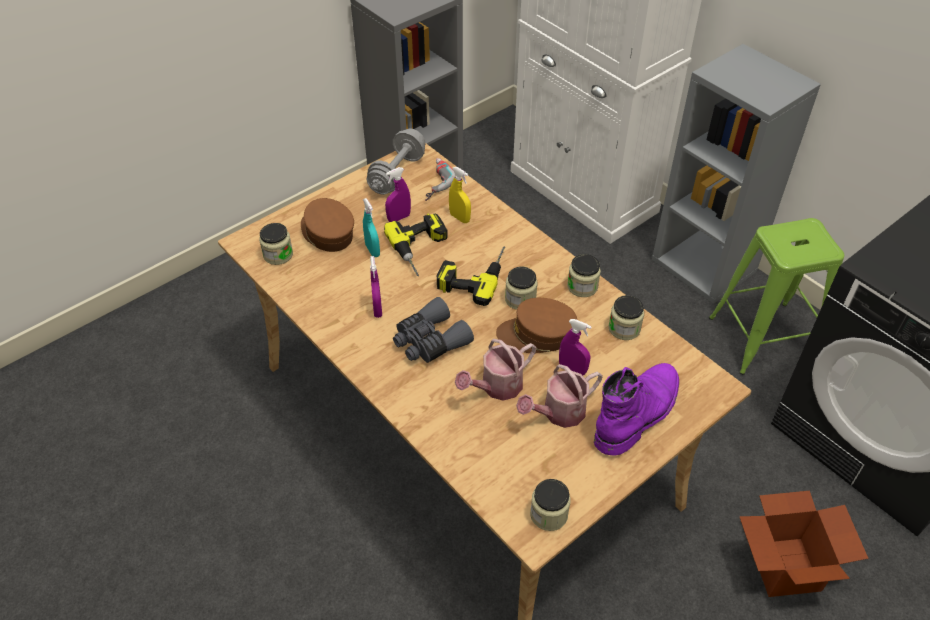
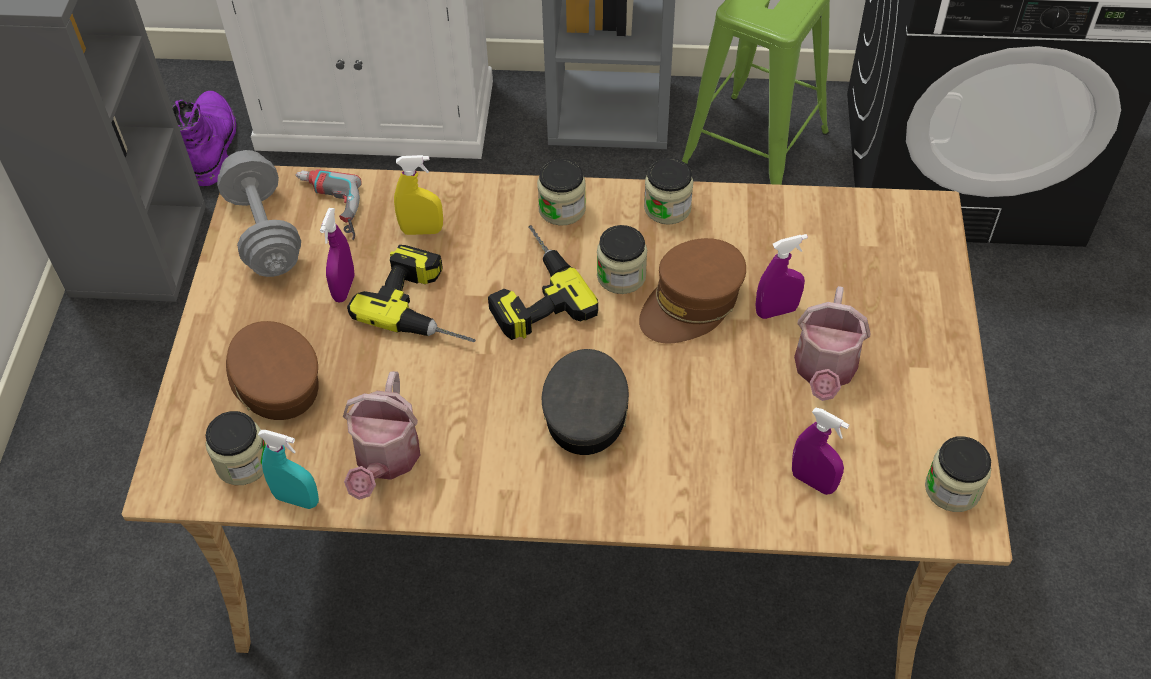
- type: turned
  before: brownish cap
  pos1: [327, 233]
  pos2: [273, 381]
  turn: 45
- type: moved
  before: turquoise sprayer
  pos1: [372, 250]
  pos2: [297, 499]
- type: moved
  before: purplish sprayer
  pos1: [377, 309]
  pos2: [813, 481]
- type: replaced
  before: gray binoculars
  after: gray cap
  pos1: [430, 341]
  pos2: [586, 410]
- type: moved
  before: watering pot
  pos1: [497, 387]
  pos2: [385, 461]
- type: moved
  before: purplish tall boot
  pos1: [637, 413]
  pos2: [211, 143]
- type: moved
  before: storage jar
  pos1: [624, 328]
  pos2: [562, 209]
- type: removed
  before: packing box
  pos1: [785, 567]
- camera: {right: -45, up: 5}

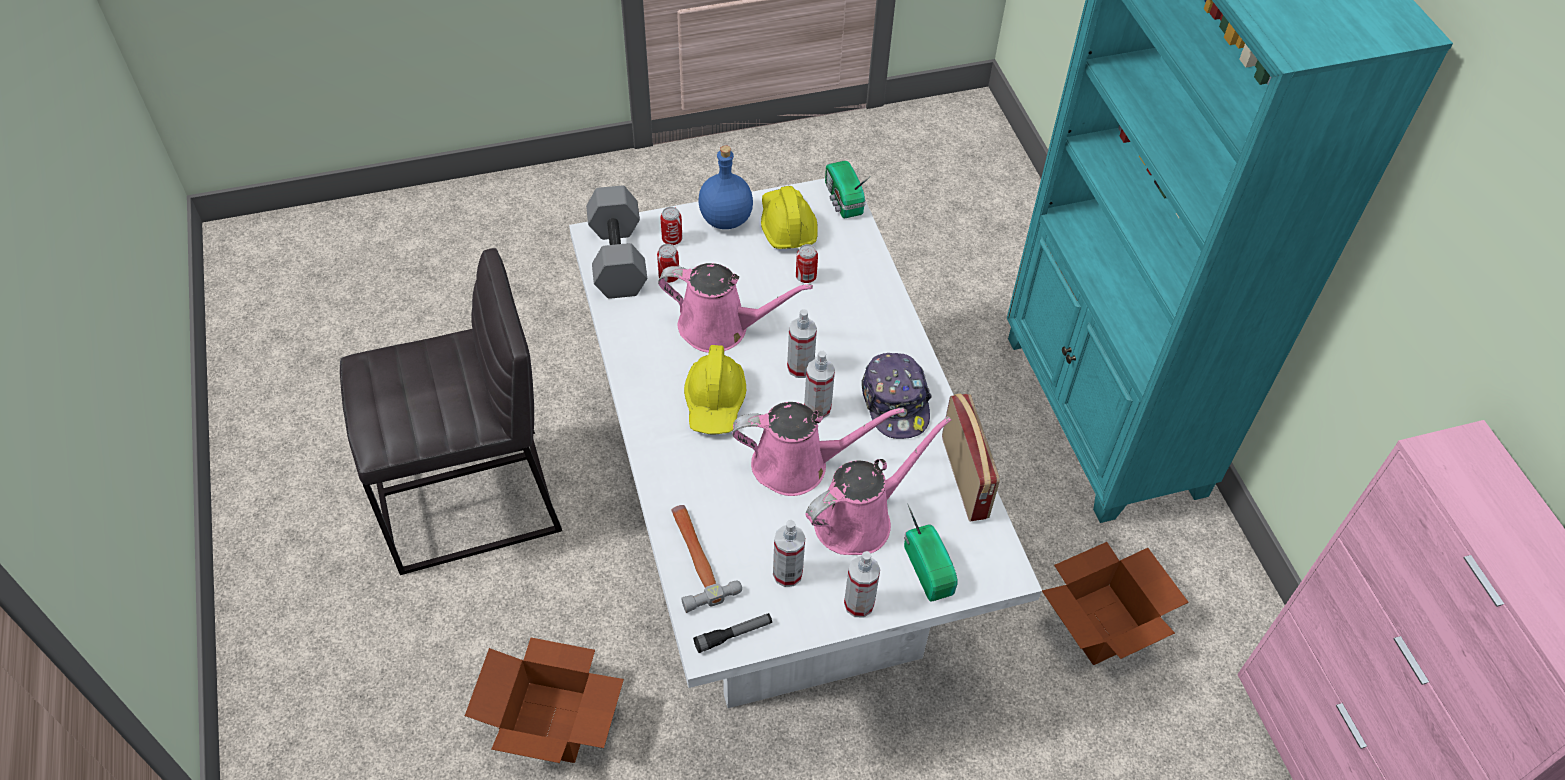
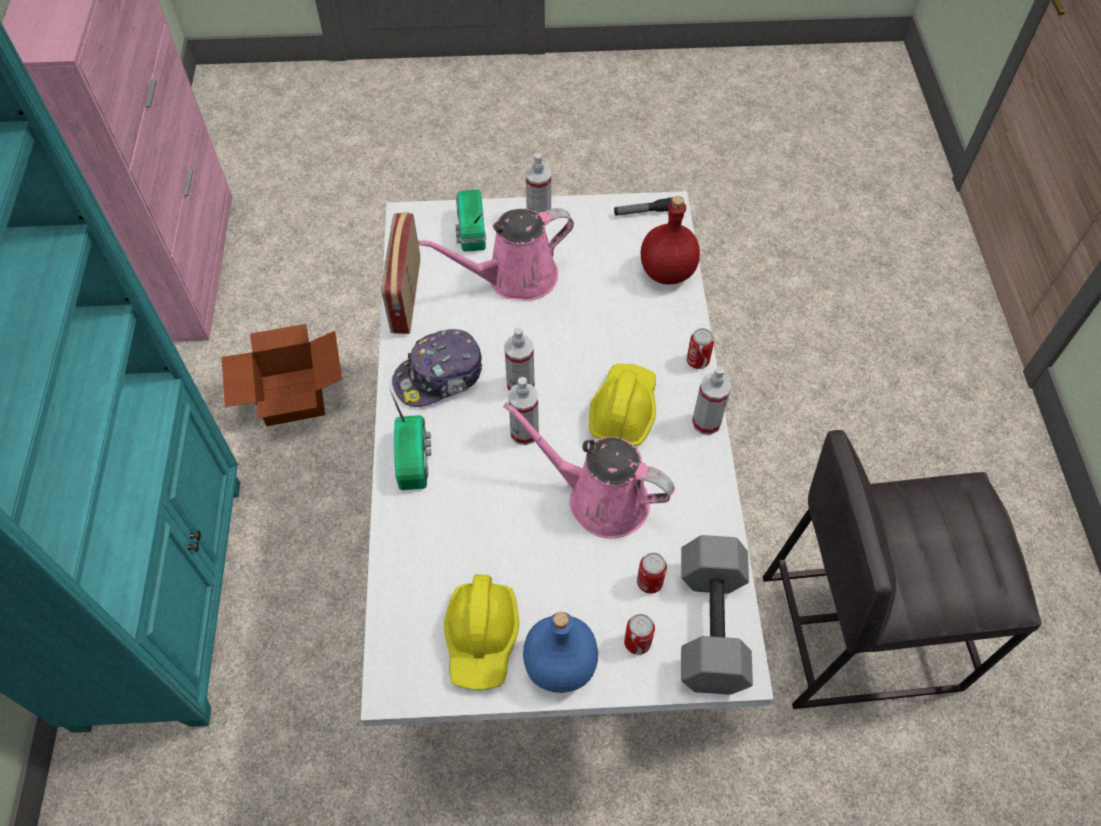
- type: removed
  before: packing box
  pos1: [553, 724]
- type: replaced
  before: tool hammer
  after: reddish bottle
  pos1: [695, 558]
  pos2: [667, 271]
- type: removed
  before: pinkish watering pot
  pos1: [798, 464]
- type: moved
  before: sprayer
  pos1: [787, 574]
  pos2: [706, 422]
- type: moved
  before: sealed can
  pos1: [806, 277]
  pos2: [697, 361]
- type: moved
  before: radio set
  pos1: [843, 200]
  pos2: [414, 458]
- type: turned
  before: cap
  pos1: [895, 403]
  pos2: [439, 376]
  turn: -120
- camera: {right: -165, up: 5}

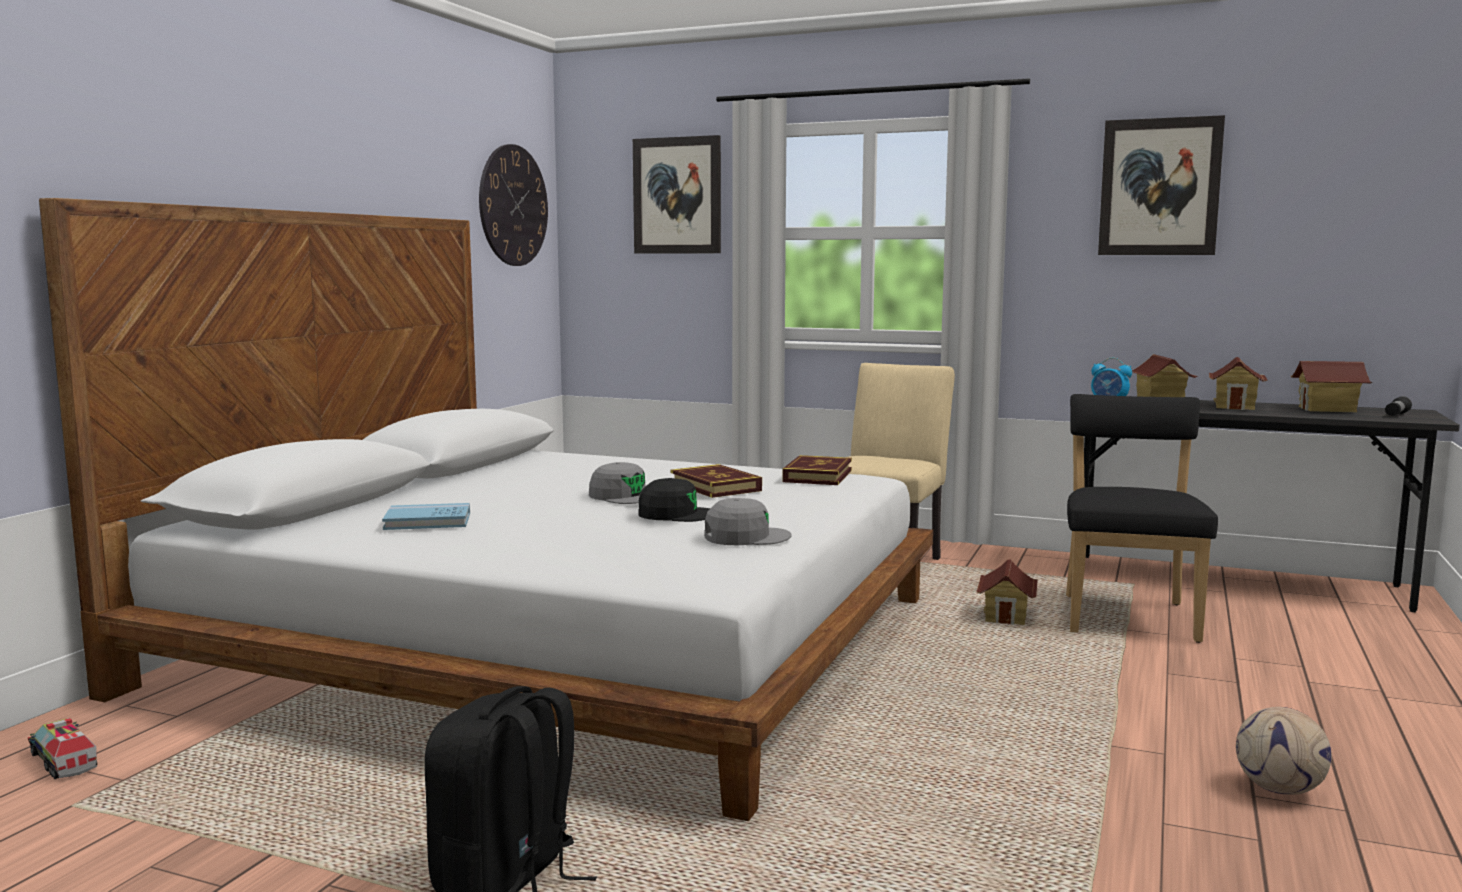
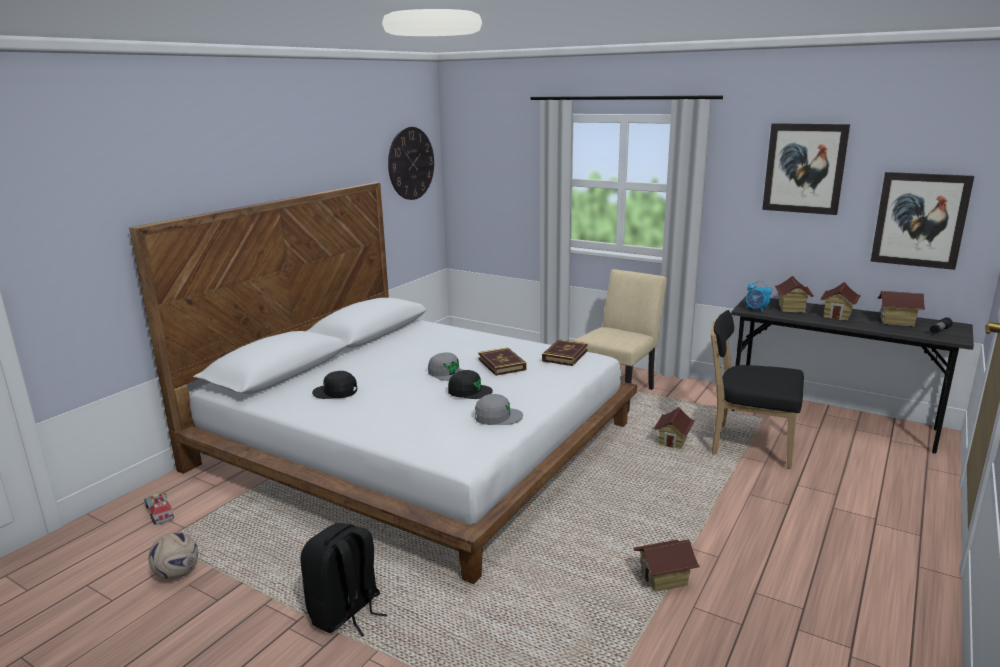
- type: replaced
  before: bluish book
  after: black cap
  pos1: [427, 521]
  pos2: [335, 391]
- type: moved
  before: wall picture
  pos1: [677, 196]
  pos2: [920, 220]
- type: turned
  before: black plain chair
  pos1: [1128, 615]
  pos2: [748, 445]
  turn: -90
- type: moved
  before: ball for football
  pos1: [1280, 790]
  pos2: [177, 574]
- type: added
  after: model house
  pos2: [664, 579]
- camera: {right: 10, up: 10}

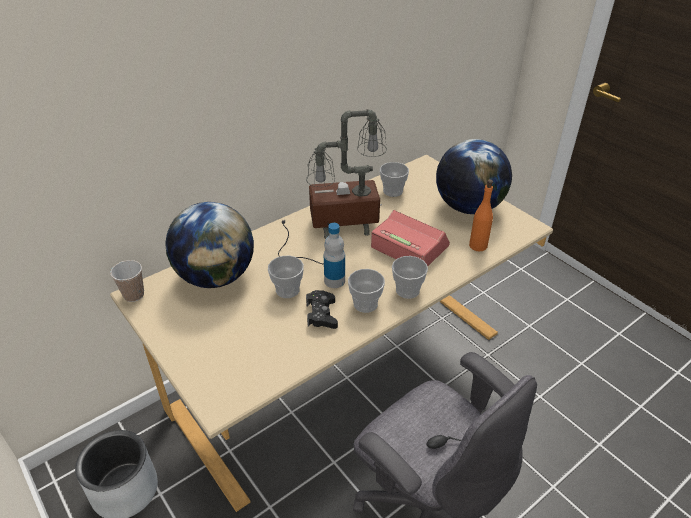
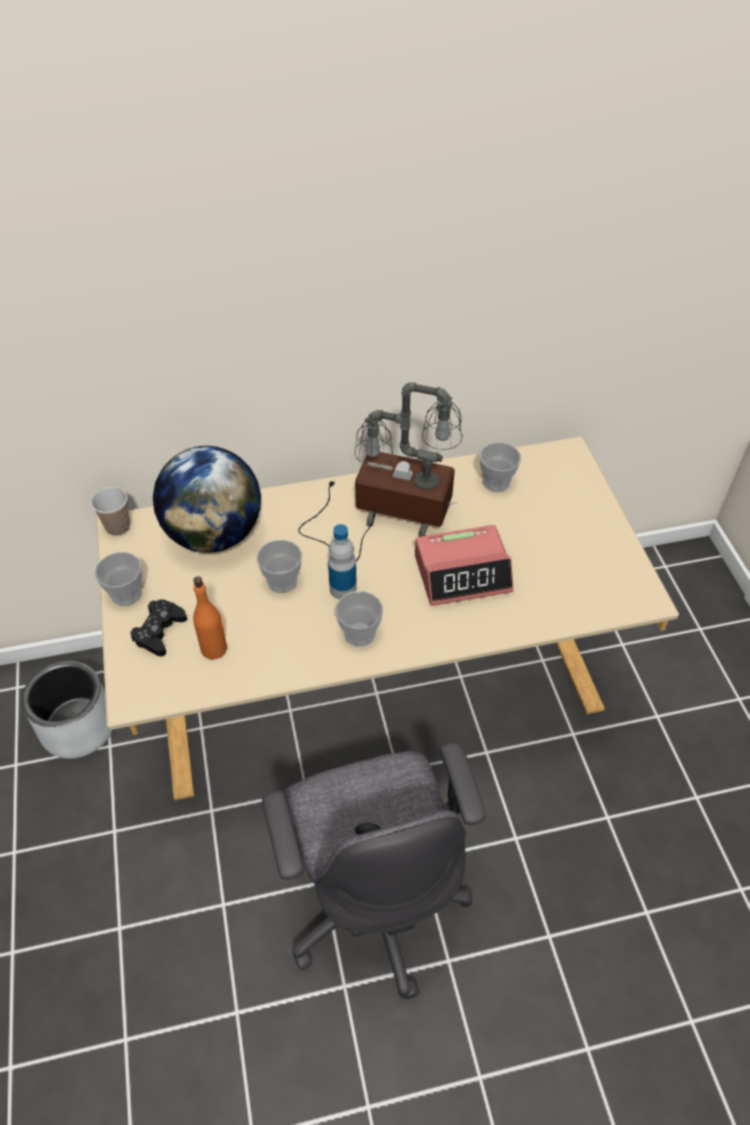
- type: moved
  before: black joypad
  pos1: [321, 314]
  pos2: [159, 631]
- type: turned
  before: table clock
  pos1: [409, 247]
  pos2: [463, 573]
  turn: 105
- type: moved
  before: drinking cup
  pos1: [407, 290]
  pos2: [126, 594]
- type: removed
  before: world globe
  pos1: [468, 207]
- type: moved
  before: orange-coloured bottle
  pos1: [478, 245]
  pos2: [214, 649]
- camera: {right: 25, up: 10}

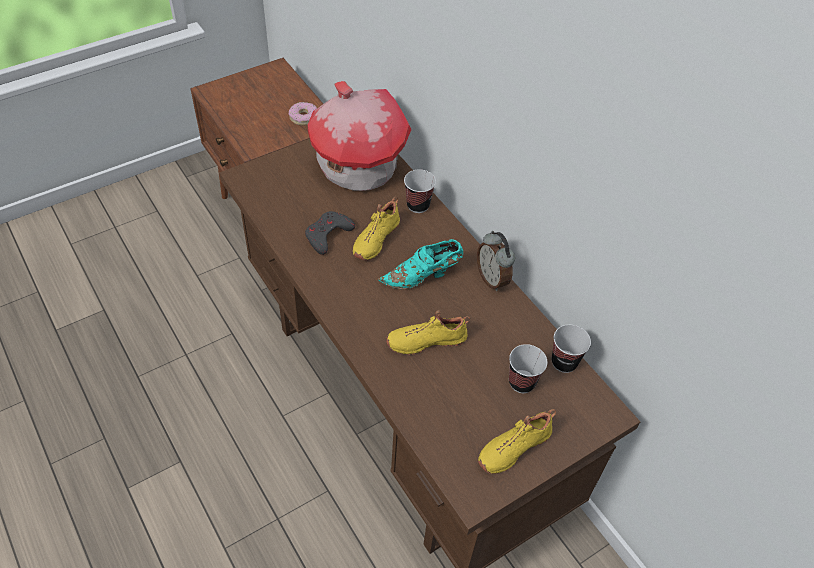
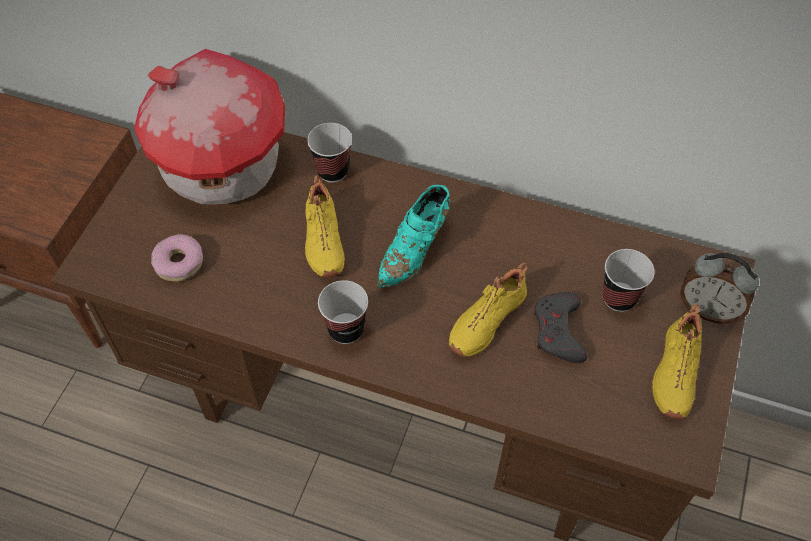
- type: moved
  before: doughnut
  pos1: [303, 117]
  pos2: [178, 262]
- type: moved
  before: gray joypad
  pos1: [328, 235]
  pos2: [558, 331]
- type: moved
  before: table clock
  pos1: [492, 279]
  pos2: [708, 309]
- type: moved
  before: drinking cup
  pos1: [564, 362]
  pos2: [346, 329]
- camera: {right: -35, up: 5}

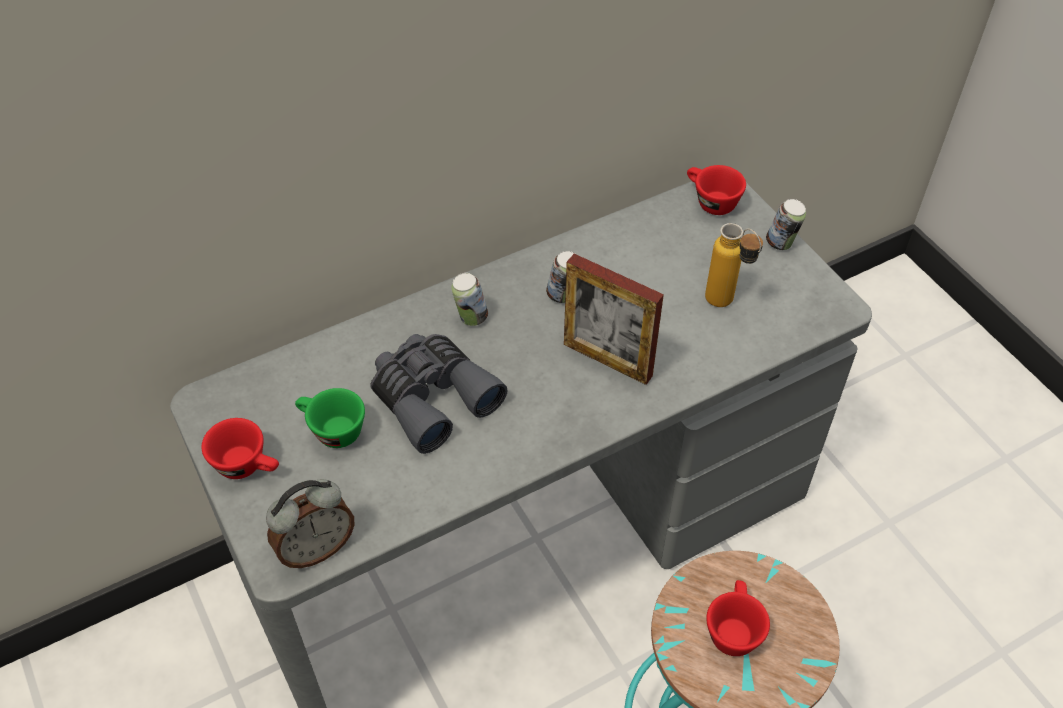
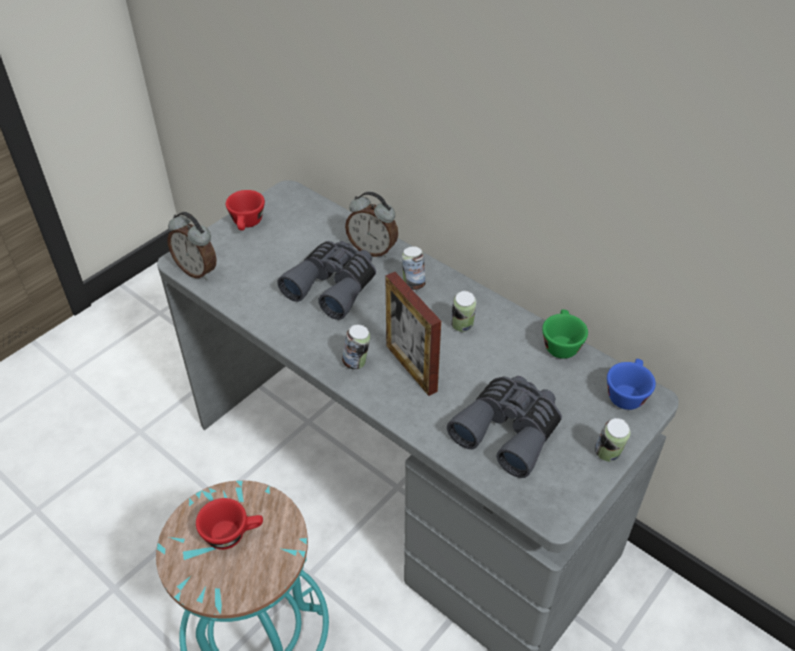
- type: moved
  before: green drinking cup
  pos1: [331, 430]
  pos2: [560, 343]
- type: turned
  before: standing frame
  pos1: [607, 360]
  pos2: [411, 368]
  turn: -45
- type: recoloured
  before: reddish drinking cup
  after: bluish drinking cup
  pos1: [710, 201]
  pos2: [626, 393]
- type: replaced
  before: bottle
  after: gray binoculars
  pos1: [726, 305]
  pos2: [509, 430]
- type: added
  after: sealed can
  pos2: [356, 363]
- type: added
  after: table clock
  pos2: [373, 249]
- camera: {right: 70, up: -5}

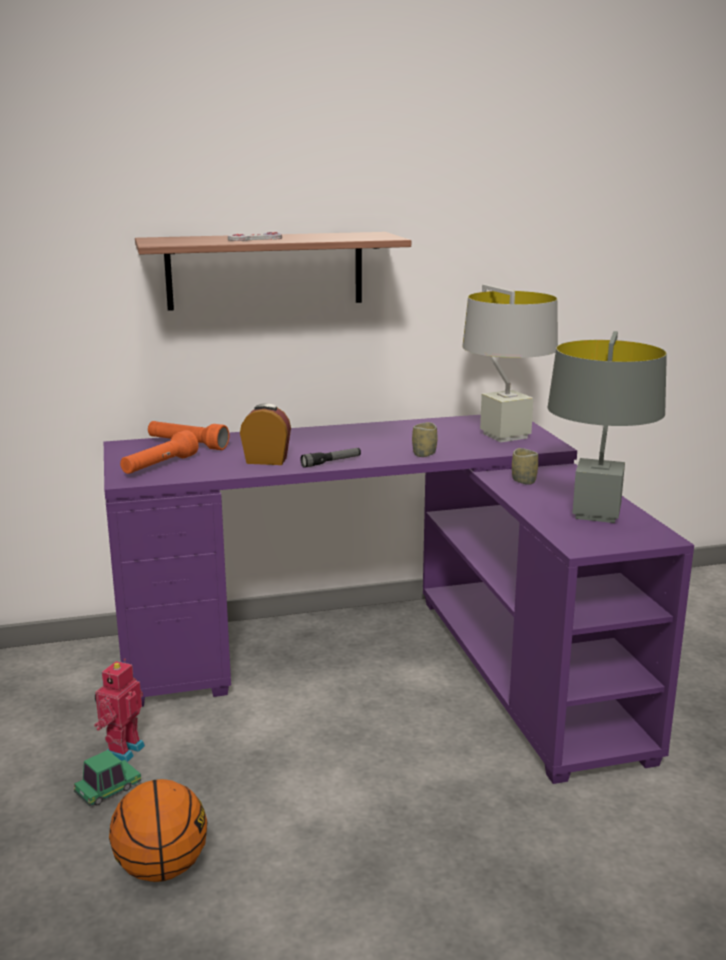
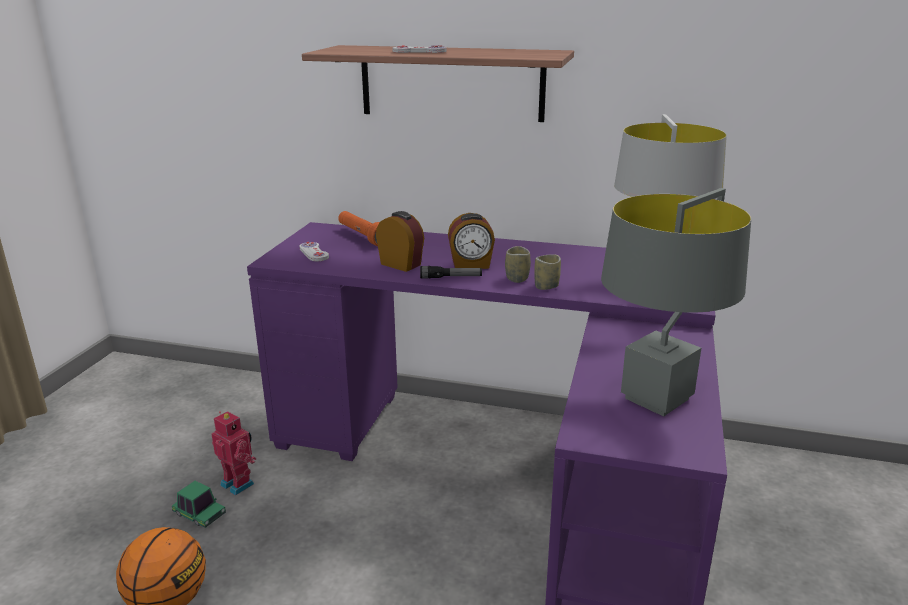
- type: turned
  before: model car
  pos1: [108, 789]
  pos2: [199, 514]
  turn: 45
- type: turned
  before: model robot
  pos1: [122, 750]
  pos2: [239, 483]
  turn: 75
- type: replaced
  before: orange-coloured flashlight
  after: whitish joypad
  pos1: [159, 466]
  pos2: [314, 253]
- type: moved
  before: drinking cup
  pos1: [524, 481]
  pos2: [517, 278]
- type: added
  after: table clock
  pos2: [471, 265]
- camera: {right: 30, up: 5}

